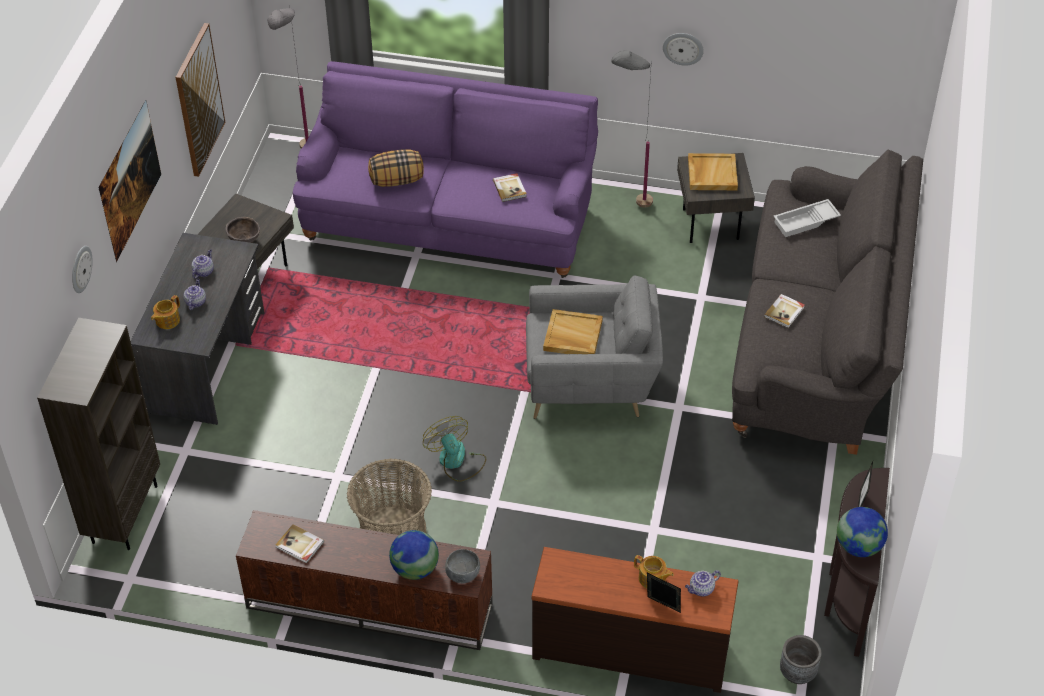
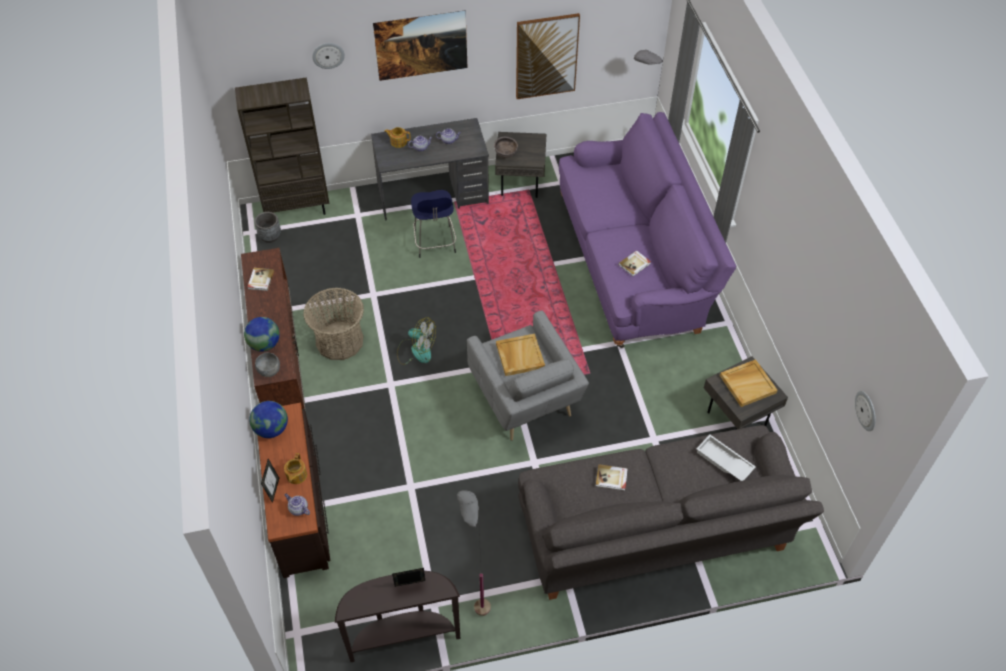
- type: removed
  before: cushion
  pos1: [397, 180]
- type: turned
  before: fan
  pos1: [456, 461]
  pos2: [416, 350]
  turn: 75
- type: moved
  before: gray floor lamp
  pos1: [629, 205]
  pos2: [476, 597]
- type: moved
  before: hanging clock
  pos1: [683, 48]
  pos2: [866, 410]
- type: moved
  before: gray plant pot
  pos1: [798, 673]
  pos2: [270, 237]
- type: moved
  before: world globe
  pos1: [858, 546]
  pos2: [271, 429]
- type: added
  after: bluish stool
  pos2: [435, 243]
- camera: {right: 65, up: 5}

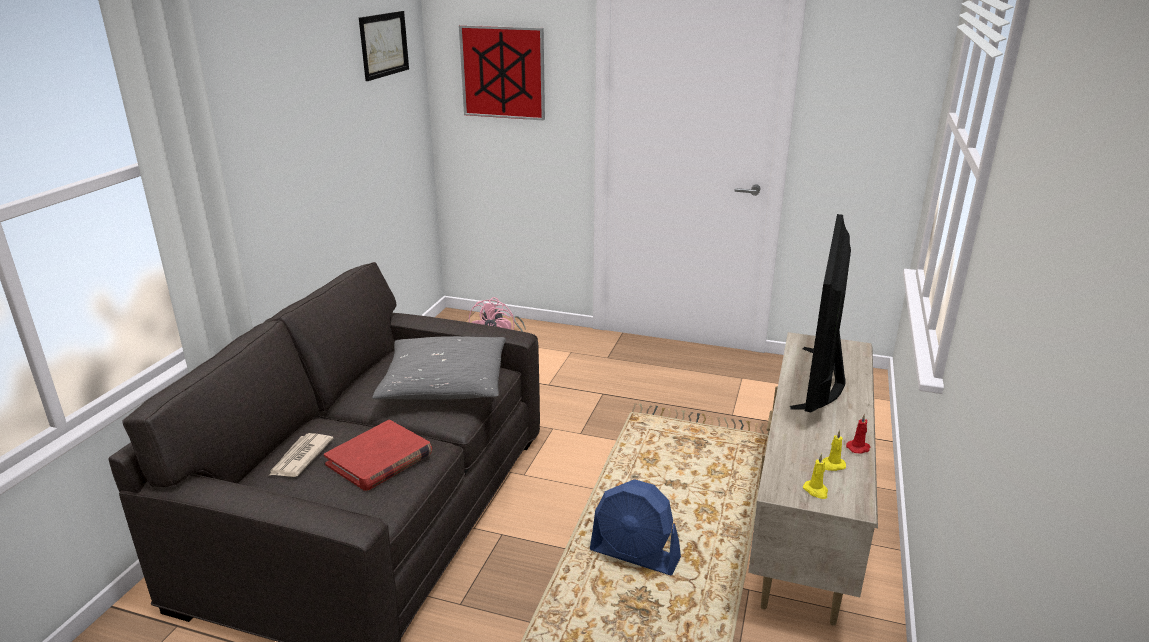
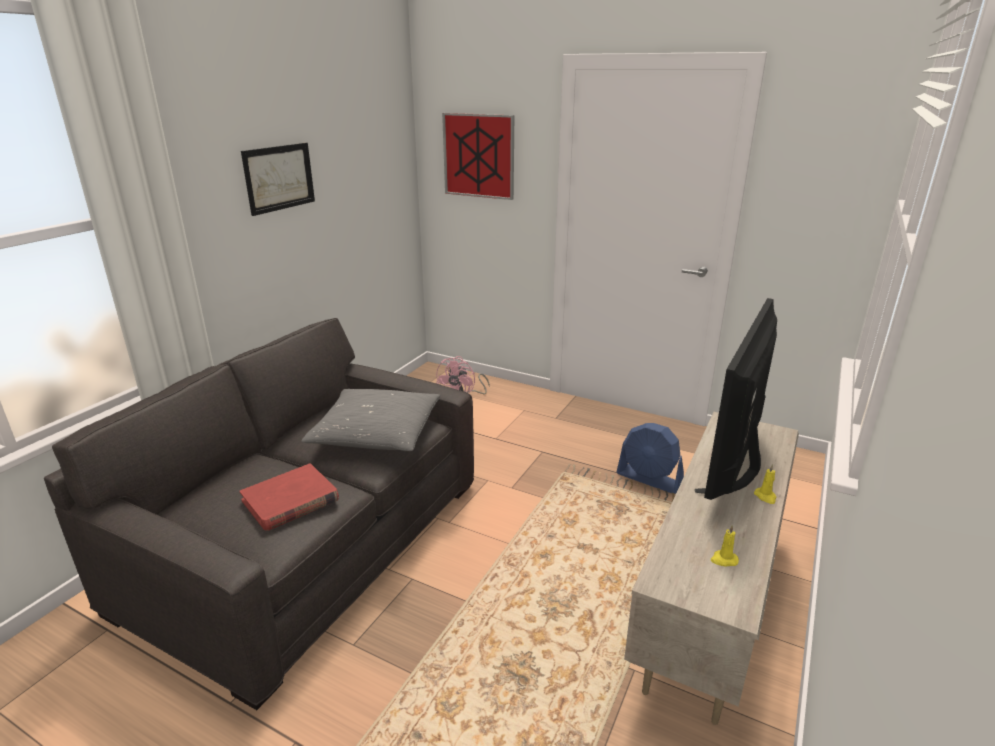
- type: removed
  before: printed paper
  pos1: [300, 458]
- type: moved
  before: wall picture
  pos1: [384, 45]
  pos2: [279, 177]
- type: moved
  before: bluish fan
  pos1: [635, 555]
  pos2: [649, 479]
- type: moved
  before: yellow-coloured wax light
  pos1: [816, 491]
  pos2: [765, 497]
- type: removed
  before: reddish wax light
  pos1: [858, 448]
- camera: {right: 10, up: 0}

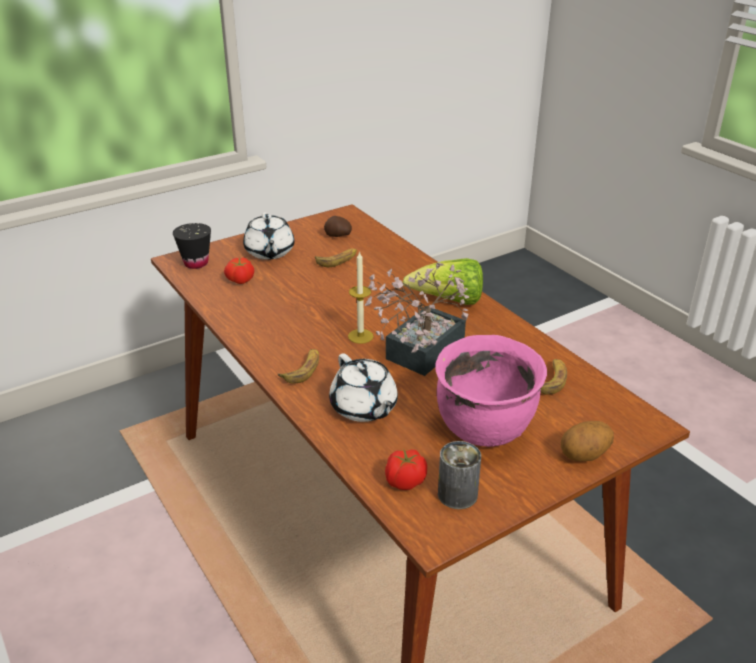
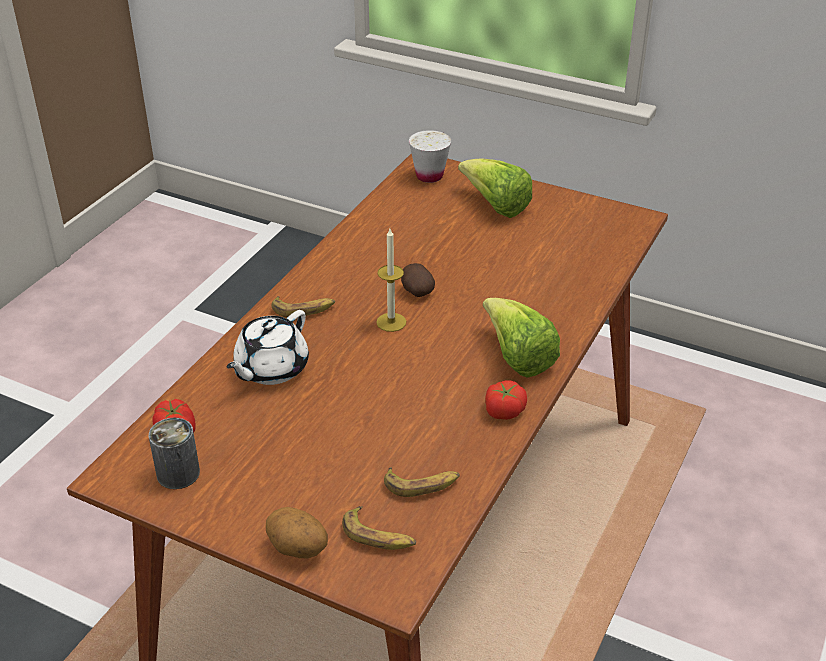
- type: recoloured
  before: black drinking cup
  after: whitish drinking cup
  pos1: [196, 263]
  pos2: [429, 176]
- type: moved
  before: whole tomato
  pos1: [240, 280]
  pos2: [503, 410]
- type: replaced
  before: whitish teapot
  after: head of lettuce
  pos1: [269, 252]
  pos2: [495, 206]
- type: moved
  before: banana fruit
  pos1: [337, 260]
  pos2: [378, 536]
- type: moved
  before: spud
  pos1: [338, 236]
  pos2: [416, 291]
- type: removed
  before: potted plant
  pos1: [418, 355]
- type: removed
  before: pinkish stockpot
  pos1: [485, 429]
- camera: {right: 60, up: 5}

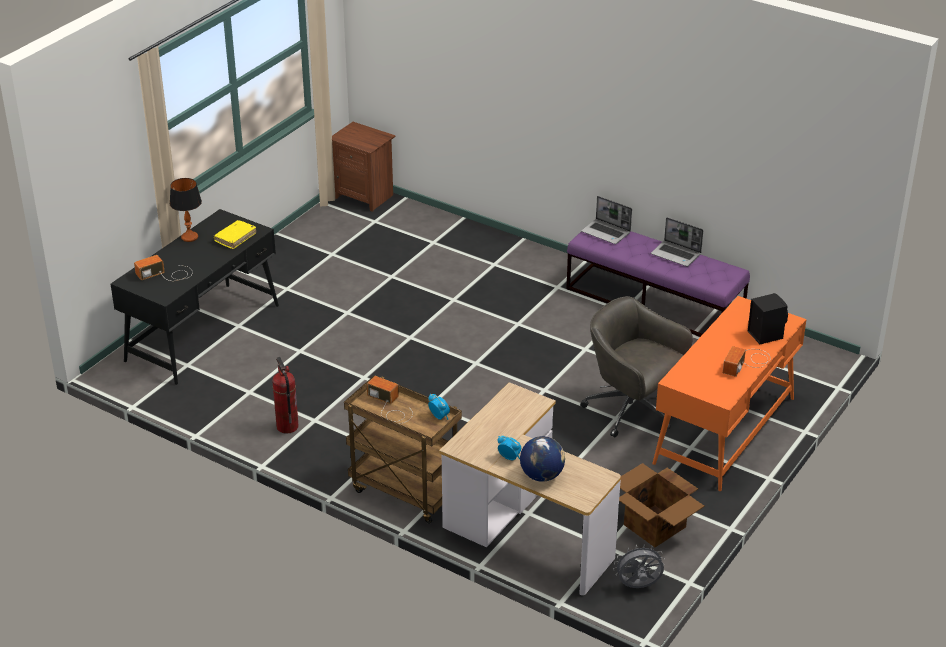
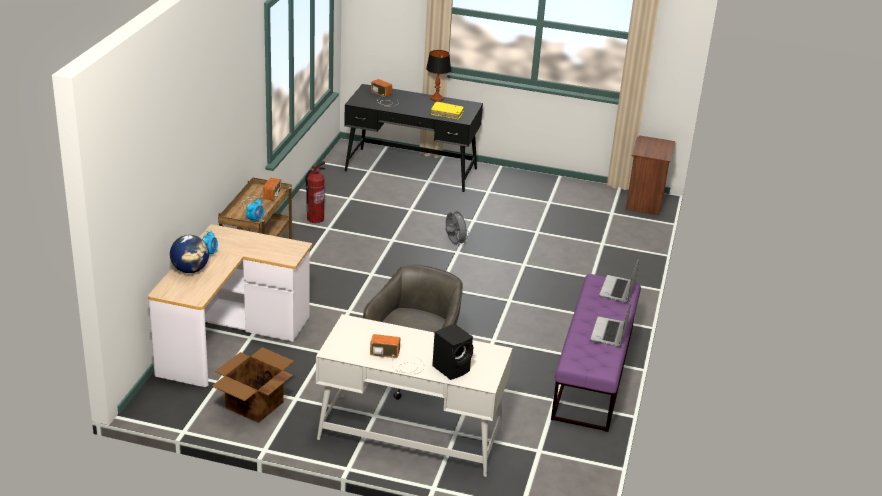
- type: moved
  before: gray fan
  pos1: [638, 586]
  pos2: [454, 243]
- type: recoloured
  before: orange-coloured desk unit
  after: whitish desk unit
  pos1: [724, 430]
  pos2: [410, 434]
- camera: {right: 70, up: -5}

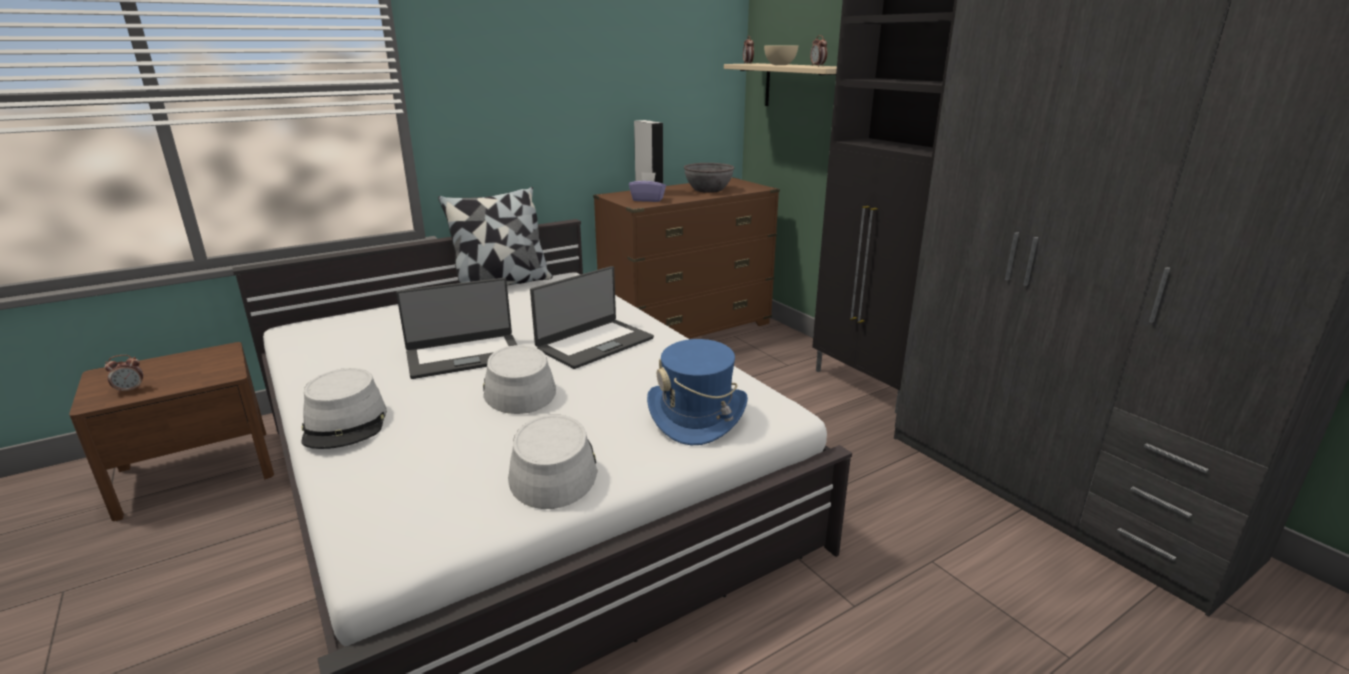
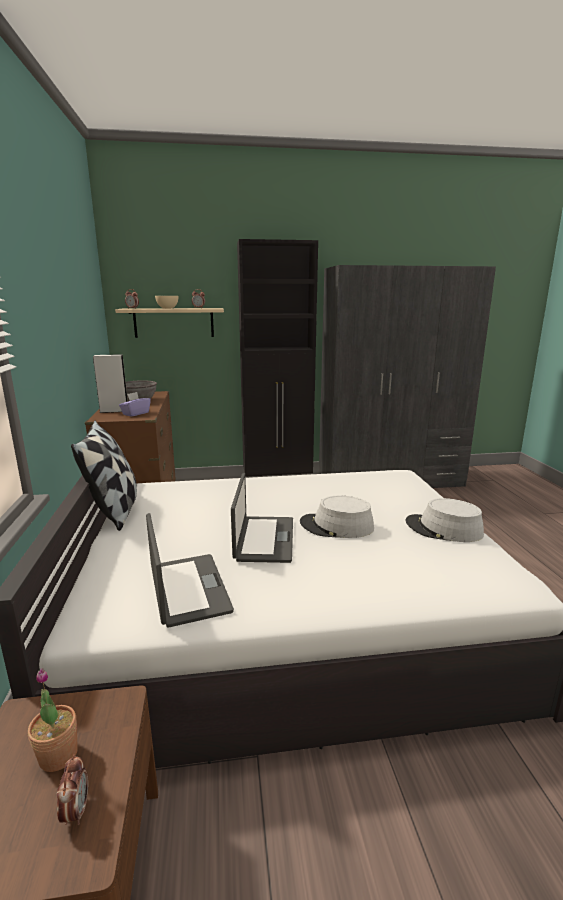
- type: removed
  before: gray wearable hat
  pos1: [345, 423]
- type: moved
  before: notebook computer
  pos1: [594, 343]
  pos2: [187, 589]
- type: removed
  before: bluish wearable hat
  pos1: [697, 415]
- type: added
  after: potted plant
  pos2: [58, 755]
- camera: {right: -65, up: -5}

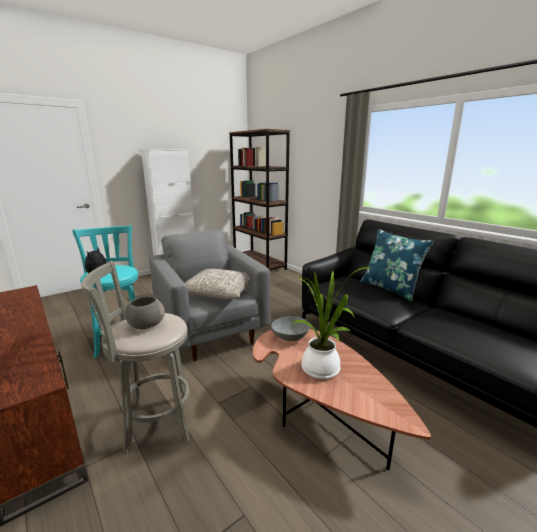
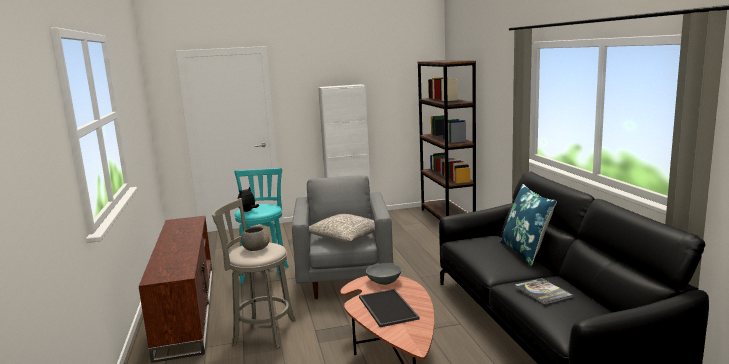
- type: replaced
  before: potted plant
  after: tray
  pos1: [323, 370]
  pos2: [386, 307]
- type: added
  after: book
  pos2: [543, 292]
- camera: {right: 25, up: -5}

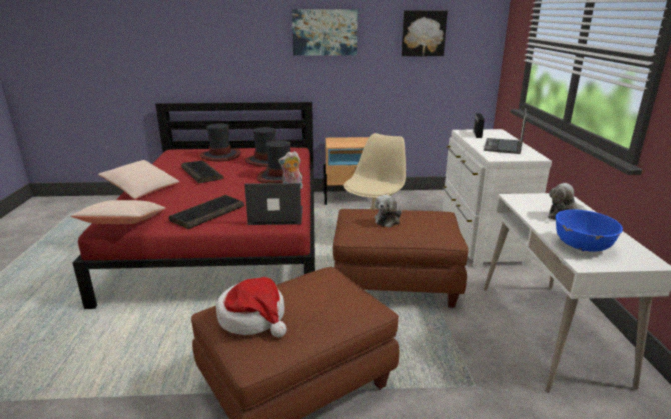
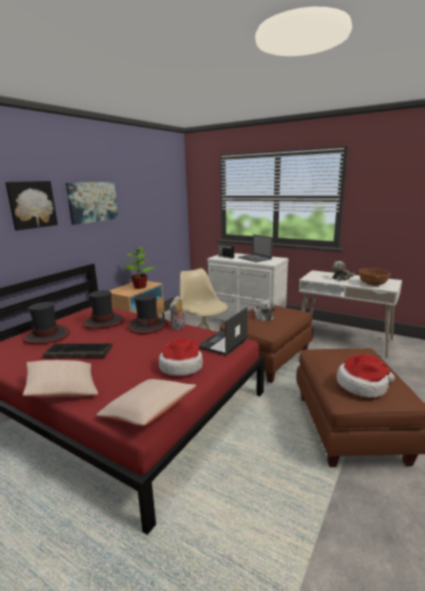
- type: replaced
  before: computer keyboard
  after: wearable hat
  pos1: [208, 213]
  pos2: [181, 366]
- type: moved
  before: wall picture
  pos1: [423, 33]
  pos2: [31, 204]
- type: recoloured
  before: bluish deep dish
  after: brownish deep dish
  pos1: [582, 246]
  pos2: [373, 284]
- type: added
  after: potted plant
  pos2: [140, 287]
- camera: {right: -55, up: -5}

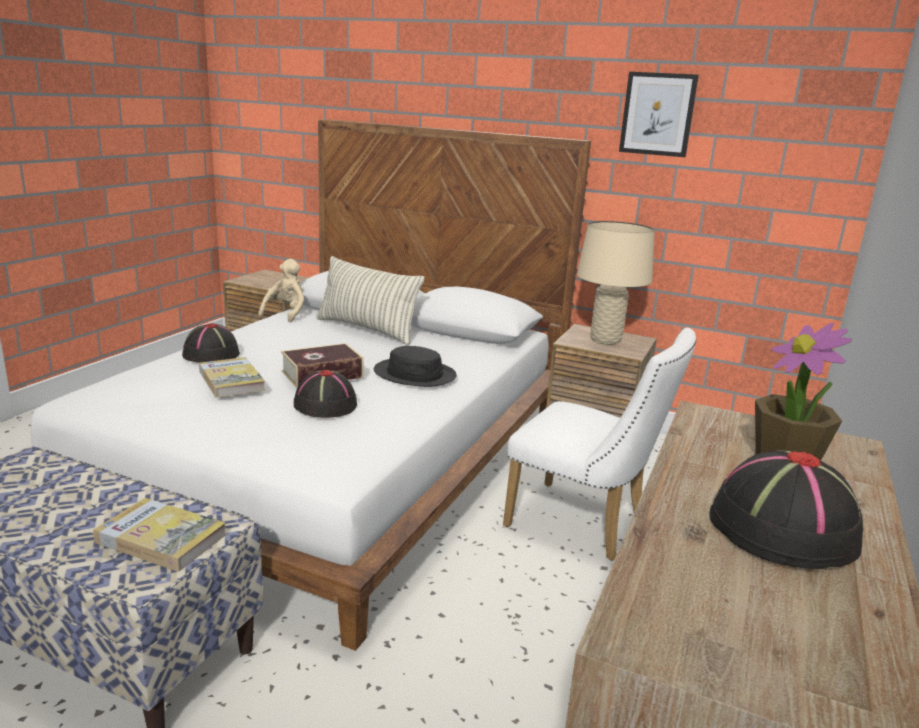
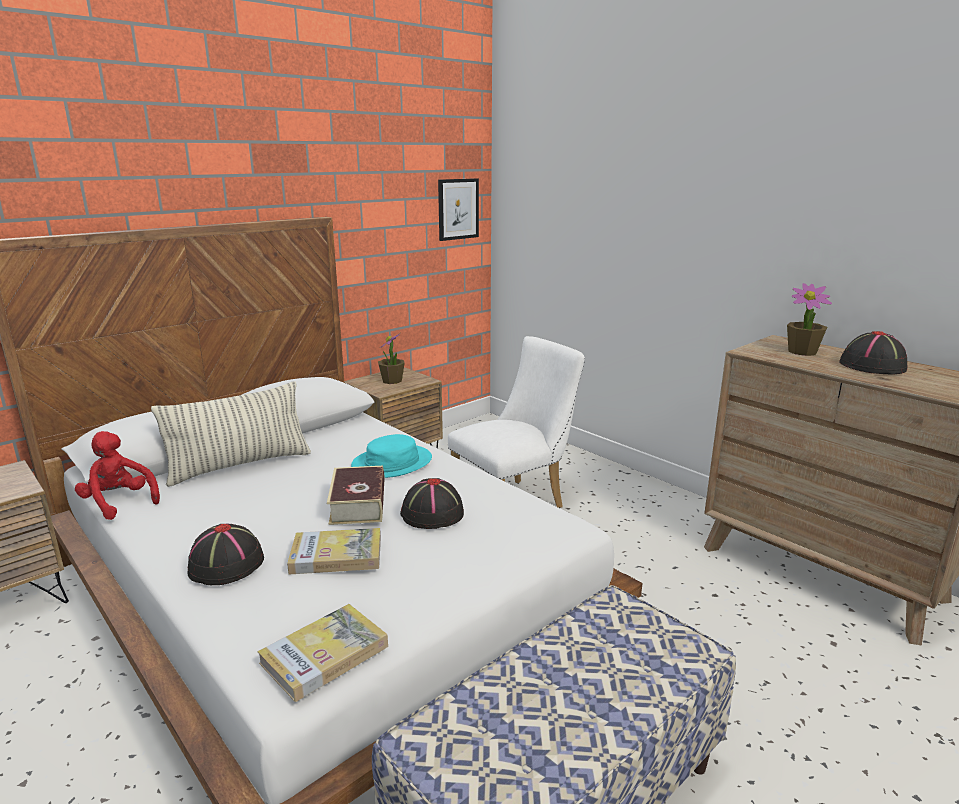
- type: moved
  before: book
  pos1: [161, 538]
  pos2: [324, 654]
- type: recoloured
  before: beige-coloured cuddly toy
  after: reddish cuddly toy
  pos1: [286, 313]
  pos2: [119, 503]
- type: recoloured
  before: black wearable hat
  after: turquoise wearable hat
  pos1: [415, 374]
  pos2: [392, 463]
- type: replaced
  before: beige-coloured table lamp
  after: potted plant
  pos1: [605, 340]
  pos2: [392, 381]
- type: moved
  before: wall picture
  pos1: [657, 114]
  pos2: [458, 209]
- camera: {right: -65, up: 0}

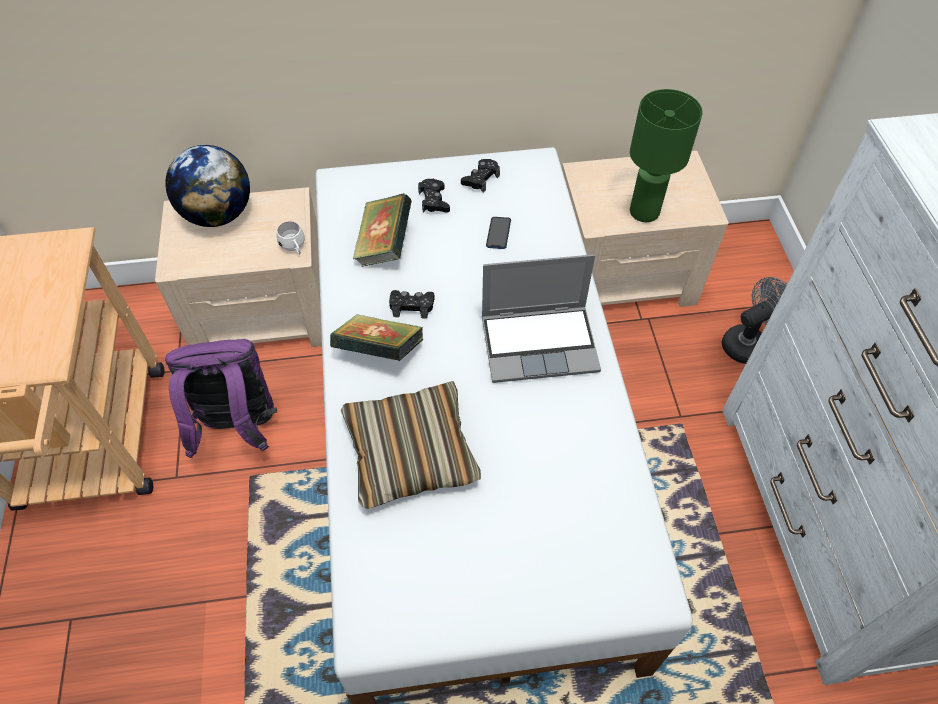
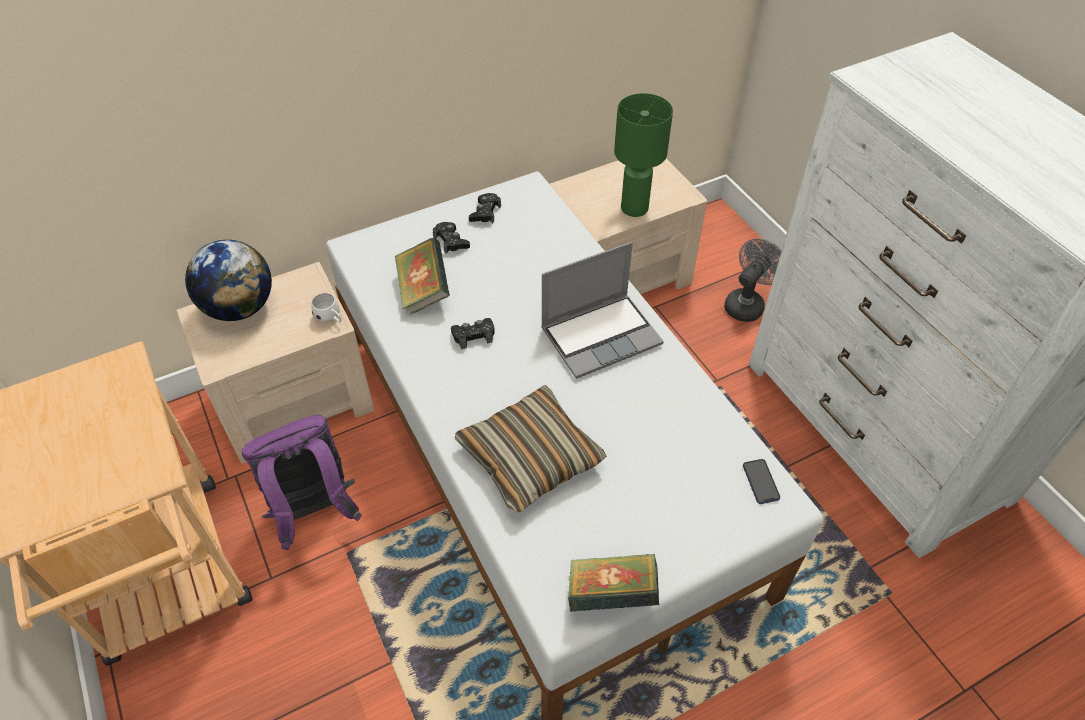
- type: moved
  before: book
  pos1: [379, 351]
  pos2: [611, 594]
- type: moved
  before: telephone
  pos1: [498, 233]
  pos2: [760, 482]
- camera: {right: -20, up: -5}

